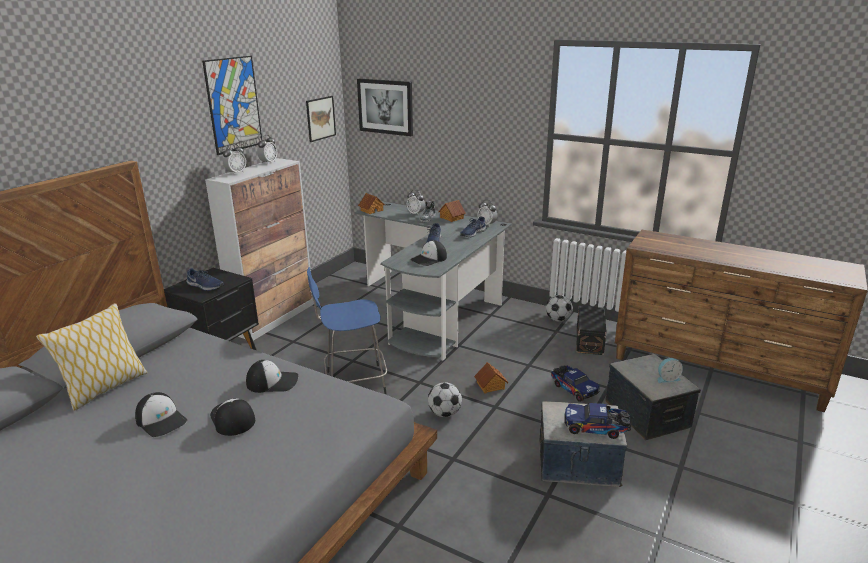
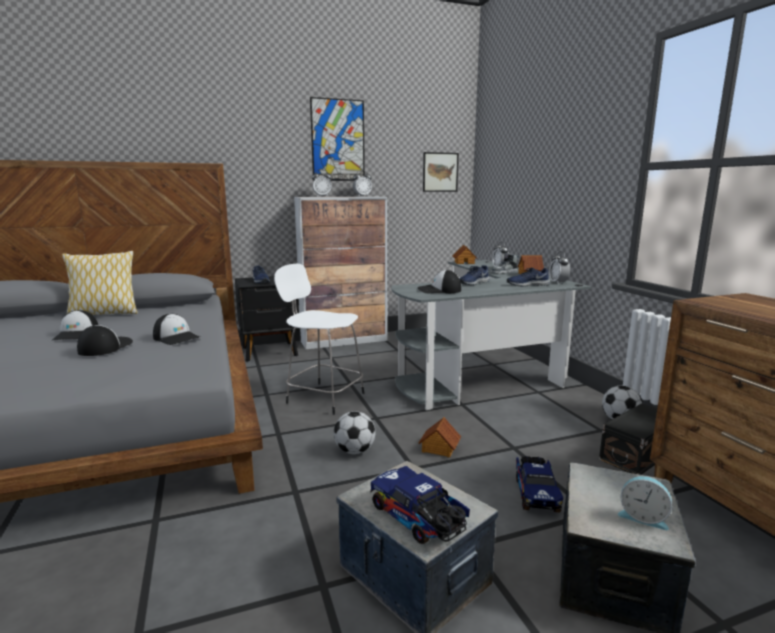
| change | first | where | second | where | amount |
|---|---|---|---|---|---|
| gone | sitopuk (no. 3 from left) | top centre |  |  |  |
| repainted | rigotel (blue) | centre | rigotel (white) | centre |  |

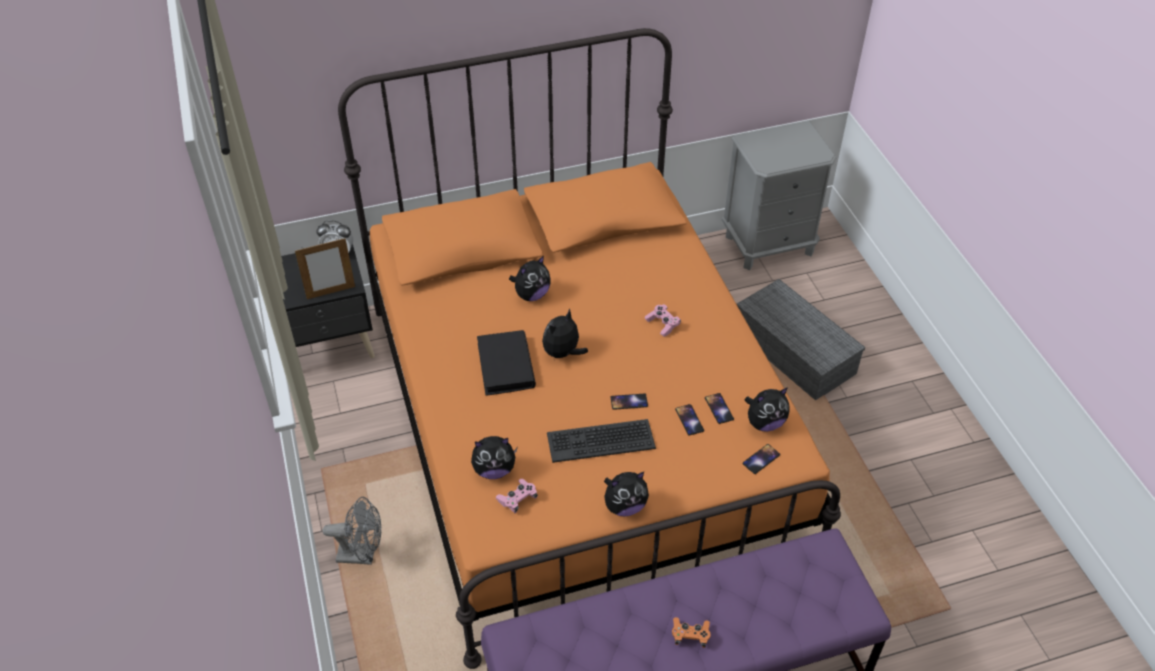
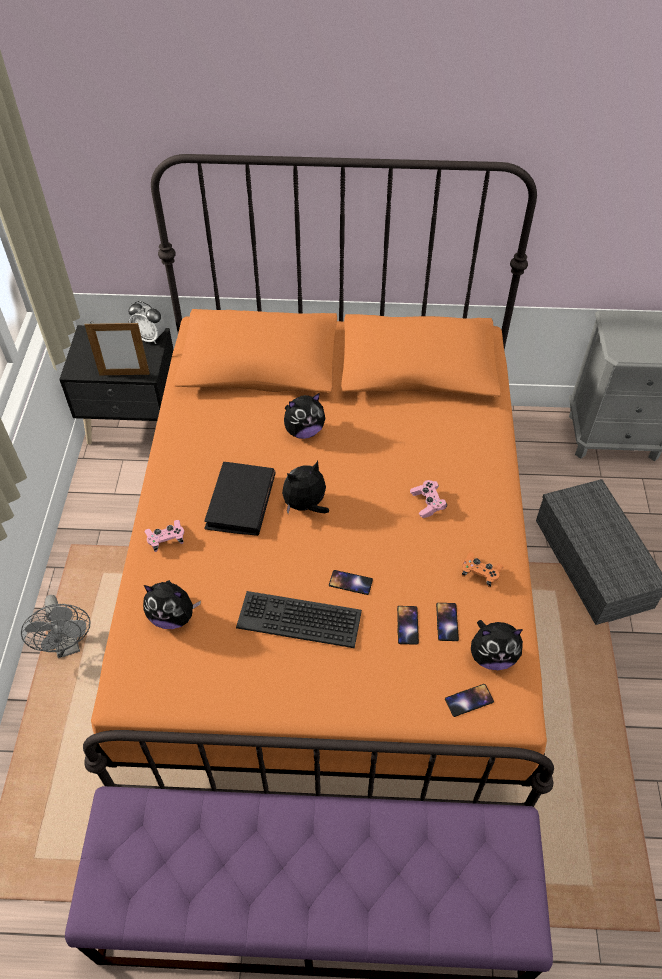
| change | first | where | second | where | amount |
|---|---|---|---|---|---|
| gone | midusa (no. 4 from left) | bottom centre |  |  |  |
| shifted | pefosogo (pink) (no. 1 from left) | bottom centre |  | middle left |  |
| shifted | pefosogo (orange) | bottom centre |  | middle right |  |
| rotated | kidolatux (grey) | bottom left |  | middle left | 45 degrees clockwise |

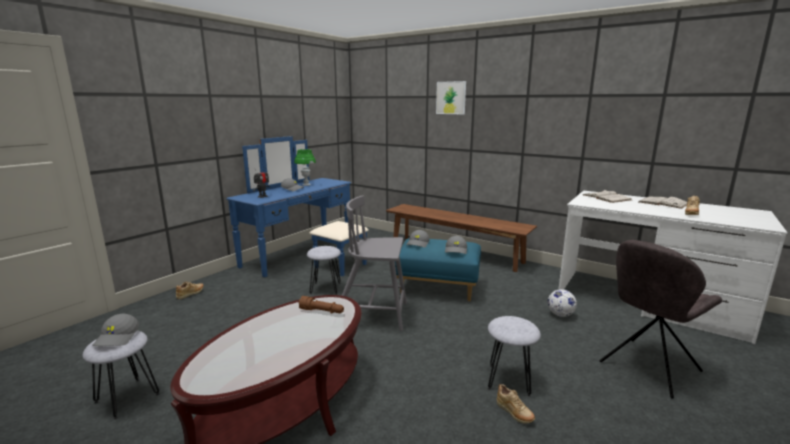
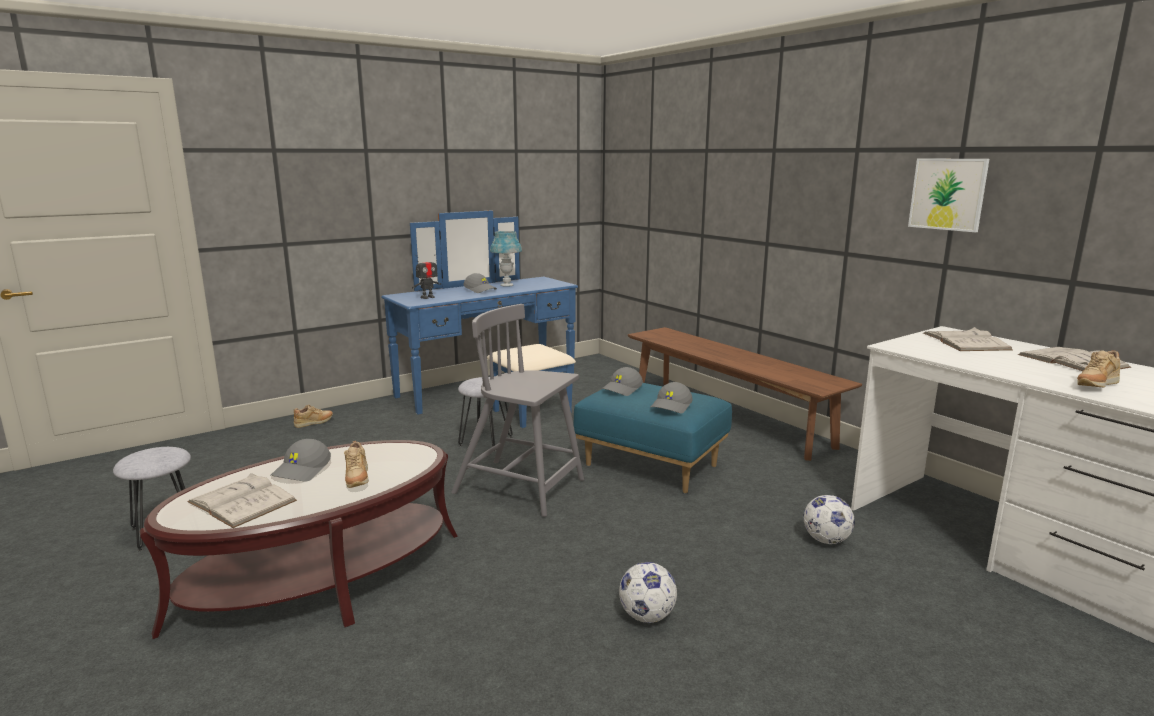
| change | first | where | second | where | amount |
|---|---|---|---|---|---|
| gone | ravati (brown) | bottom centre |  |  |  |
| gone | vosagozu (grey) (no. 2 from left) | bottom right |  |  |  |
| new |  |  | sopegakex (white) (no. 1 from left) | bottom left |  |
| shifted | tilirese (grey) (no. 1 from left) | bottom left |  | middle left |  |
| shifted | sitopuk | top centre |  | top right |  |
| shifted | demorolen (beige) (no. 2 from left) | bottom centre |  | middle left |  |
| swapped | rigotel (grey) (no. 3 from left) | bottom centre | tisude (no. 1 from left) | bottom centre |  |
| repainted | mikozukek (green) | centre | mikozukek (blue) | centre |  |

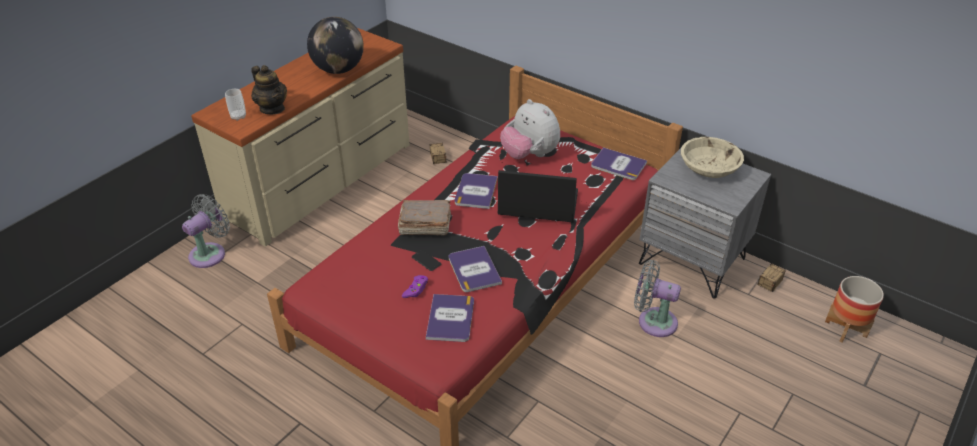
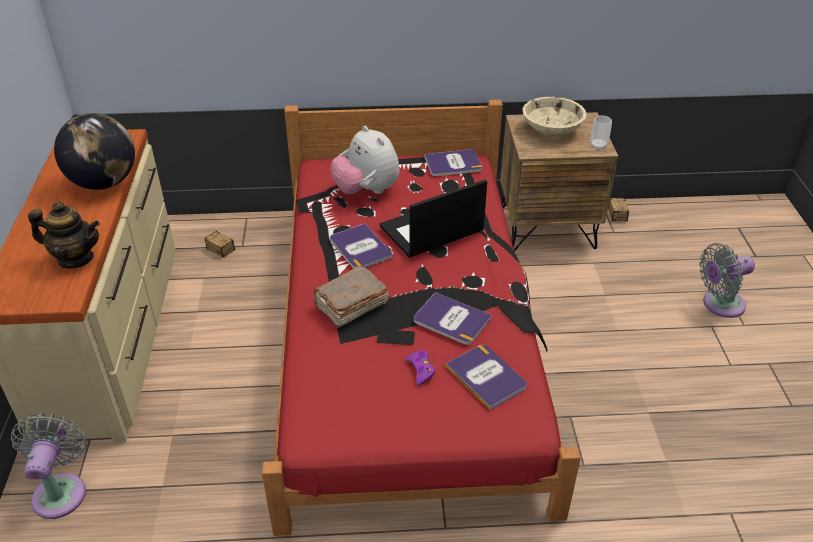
| change | first | where | second | where | amount |
|---|---|---|---|---|---|
| gone | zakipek | bottom right |  |  |  |
| shifted | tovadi | top left |  | top right |  |
| shifted | kidolatux (grey) (no. 2 from left) | bottom right |  | middle right |  |
| repainted | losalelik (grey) | middle right | losalelik (brown) | middle right |  |
| rotated | midusa | top centre |  | top centre | 45 degrees clockwise |

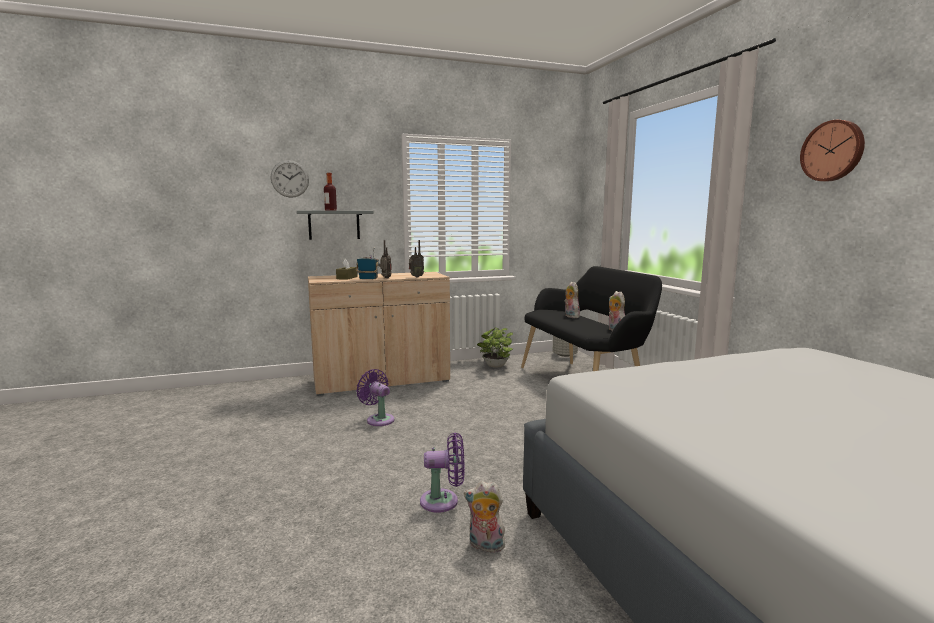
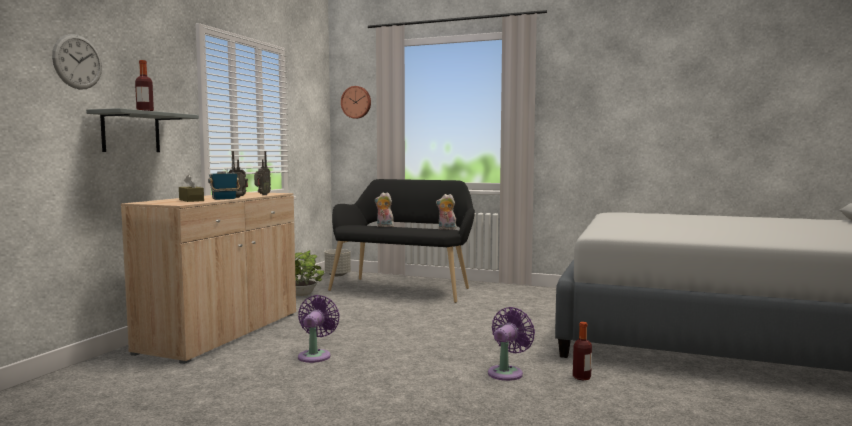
| change | first | where | second | where | amount |
|---|---|---|---|---|---|
| shifted | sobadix (no. 2 from left) | top right |  | top centre |  |
| swapped | midusa (no. 1 from left) | bottom centre | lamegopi (no. 2 from left) | bottom right |  |
| rotated | kidolatux (purple) (no. 1 from left) | centre |  | bottom centre | 105 degrees clockwise |

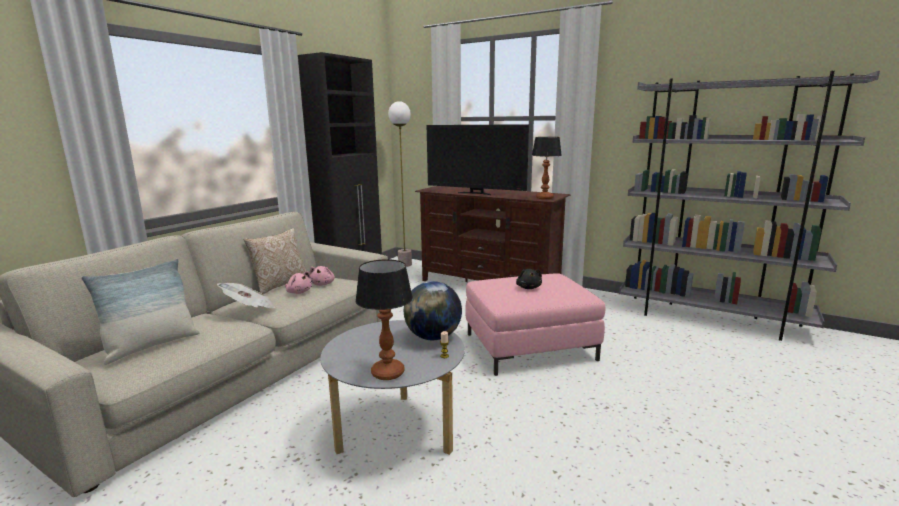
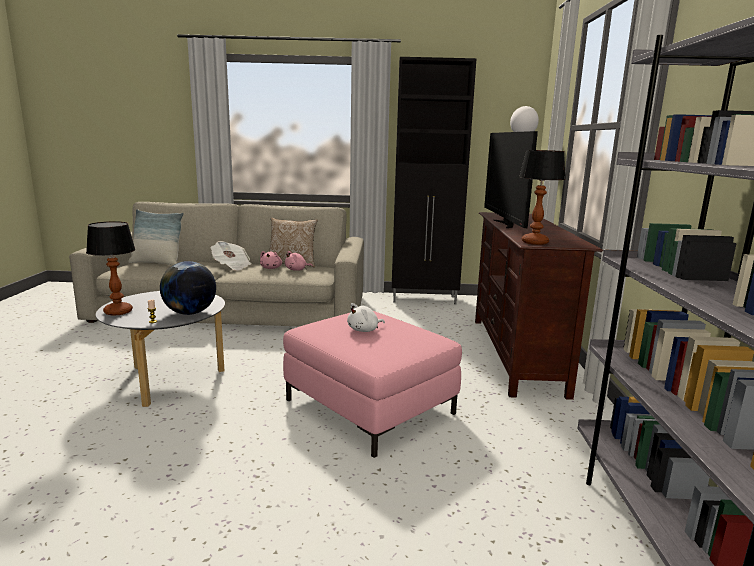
| change | first | where | second | where | amount |
|---|---|---|---|---|---|
| repainted | midusa (black) | centre | midusa (white) | centre |  |

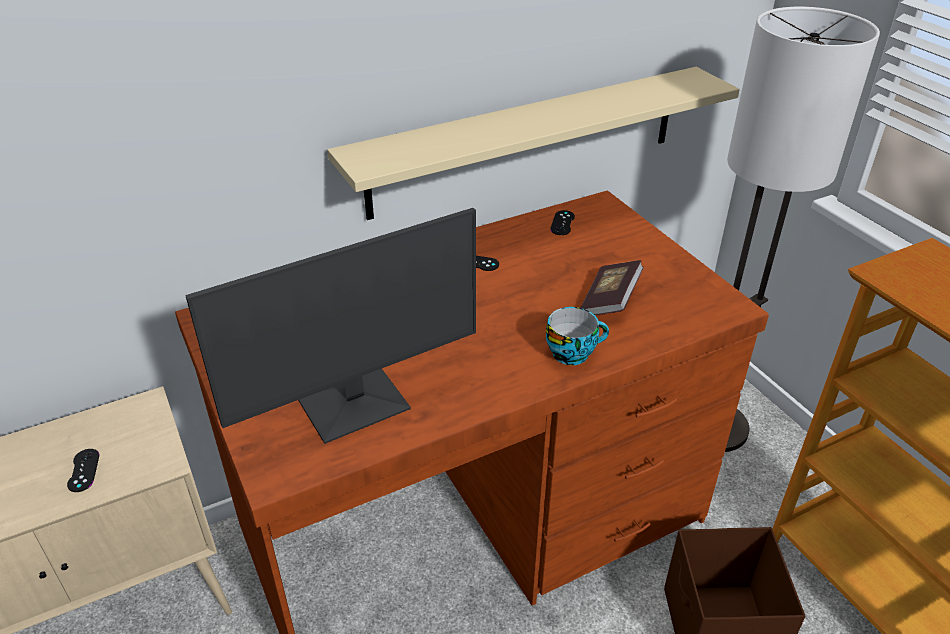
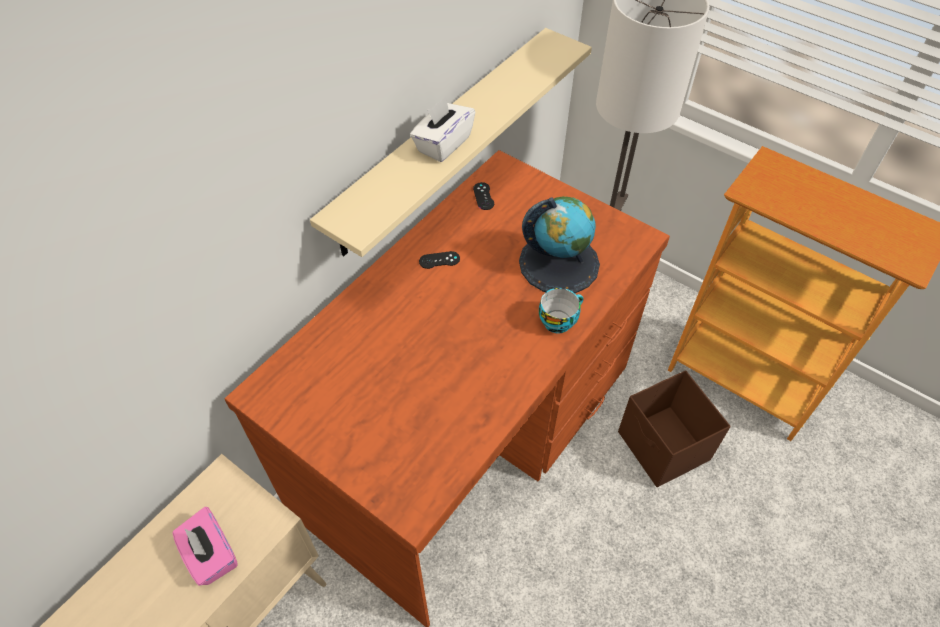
| change | first | where | second | where | amount |
|---|---|---|---|---|---|
| gone | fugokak | centre |  |  |  |
| new |  |  | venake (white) | top centre |  |
| swapped | pefosogo (black) (no. 1 from left) | bottom left | venake (pink) | bottom left |  |
| swapped | sopegakex | centre | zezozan | centre |  |

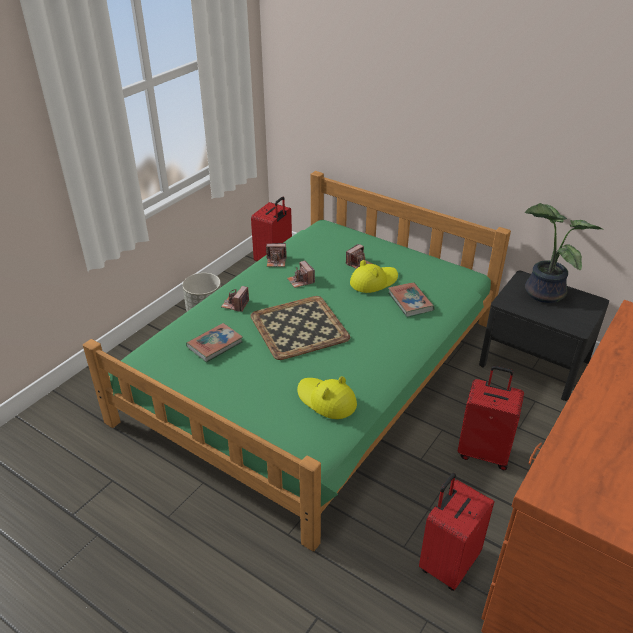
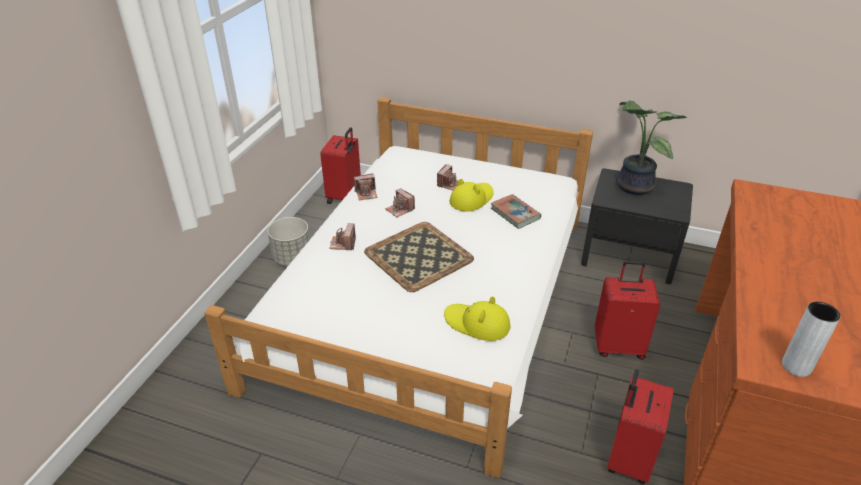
| change | first | where | second | where | amount |
|---|---|---|---|---|---|
| gone | sopegakex (no. 1 from left) | centre |  |  |  |
| new |  |  | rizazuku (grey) | bottom right |  |
| repainted | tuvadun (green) | centre | tuvadun (white) | centre |  |

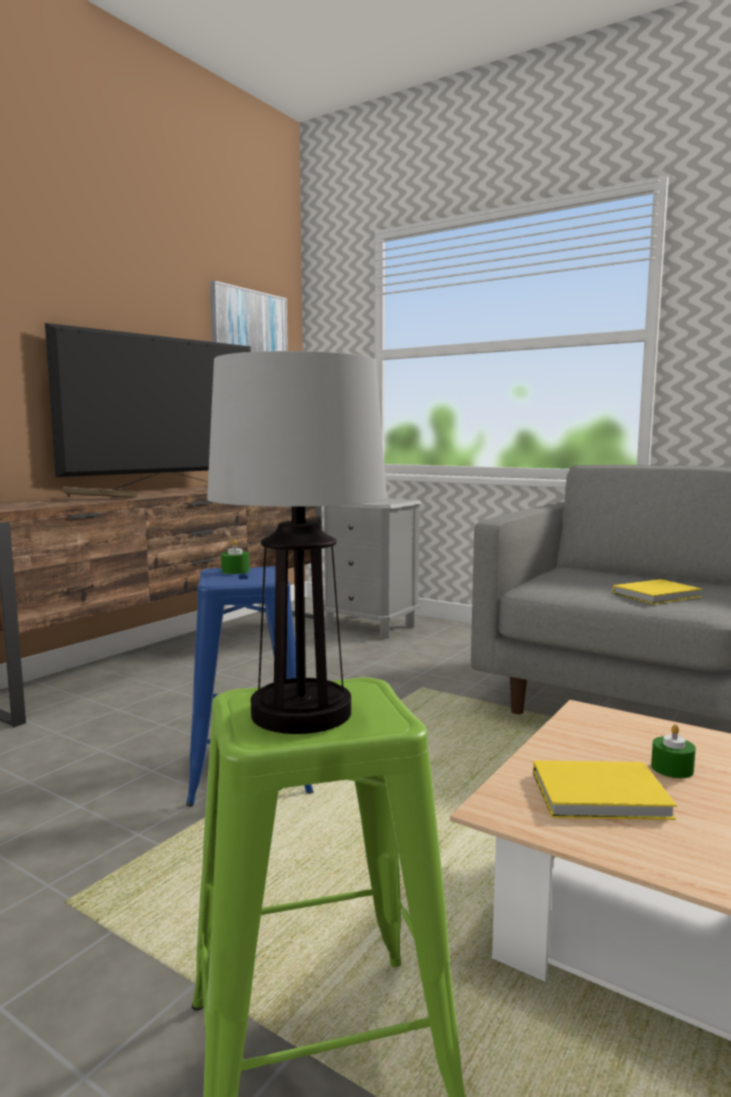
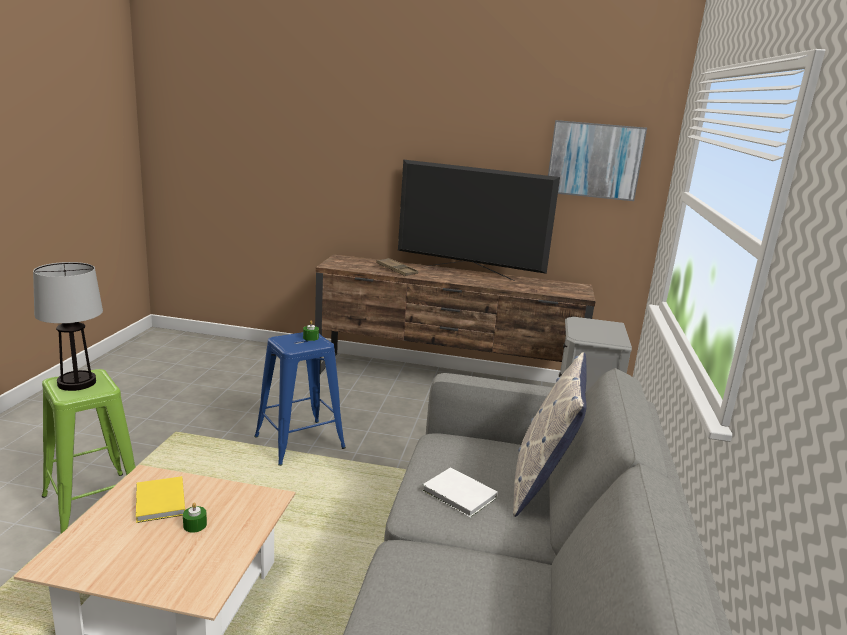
| change | first | where | second | where | amount |
|---|---|---|---|---|---|
| new |  |  | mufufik | bottom centre |  |
| repainted | sopegakex (yellow) (no. 2 from left) | middle right | sopegakex (white) | bottom centre |  |

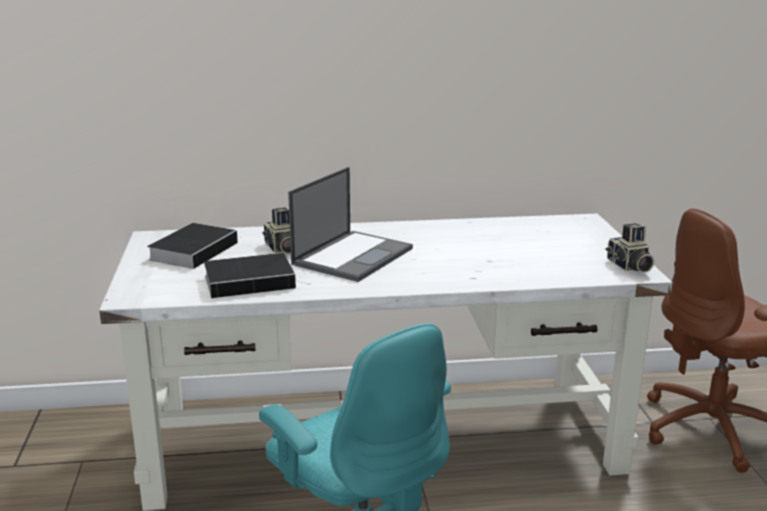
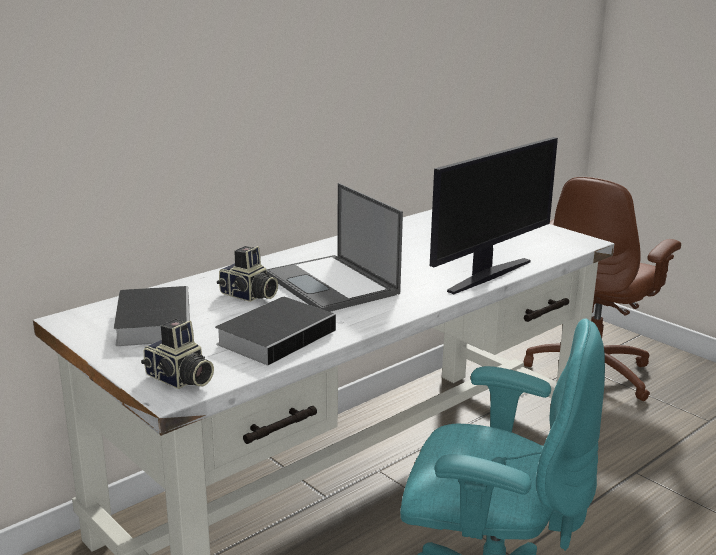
| change | first | where | second | where | amount |
|---|---|---|---|---|---|
| new |  |  | fugokak | middle right |  |
| shifted | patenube (no. 2 from left in the first image) | middle right | patenube (no. 1 from left) | middle left |  |
| rotated | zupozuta | centre |  | centre | 150 degrees clockwise |

